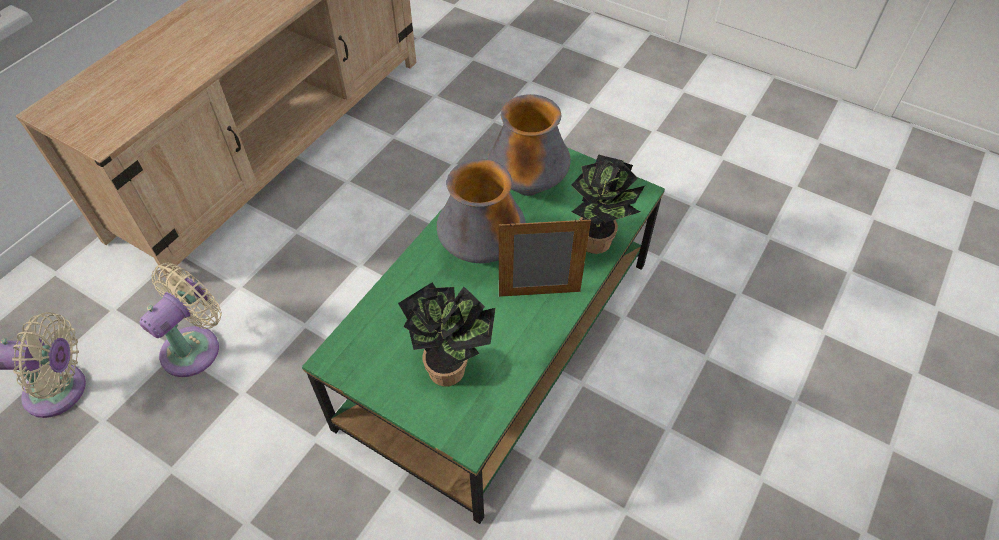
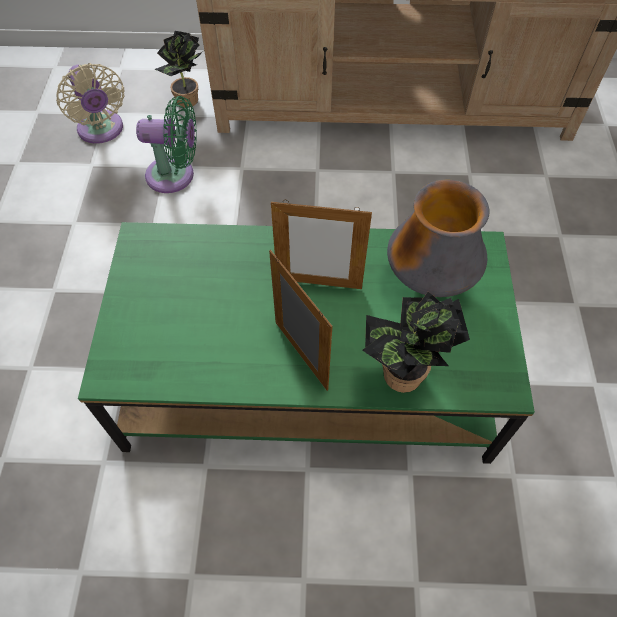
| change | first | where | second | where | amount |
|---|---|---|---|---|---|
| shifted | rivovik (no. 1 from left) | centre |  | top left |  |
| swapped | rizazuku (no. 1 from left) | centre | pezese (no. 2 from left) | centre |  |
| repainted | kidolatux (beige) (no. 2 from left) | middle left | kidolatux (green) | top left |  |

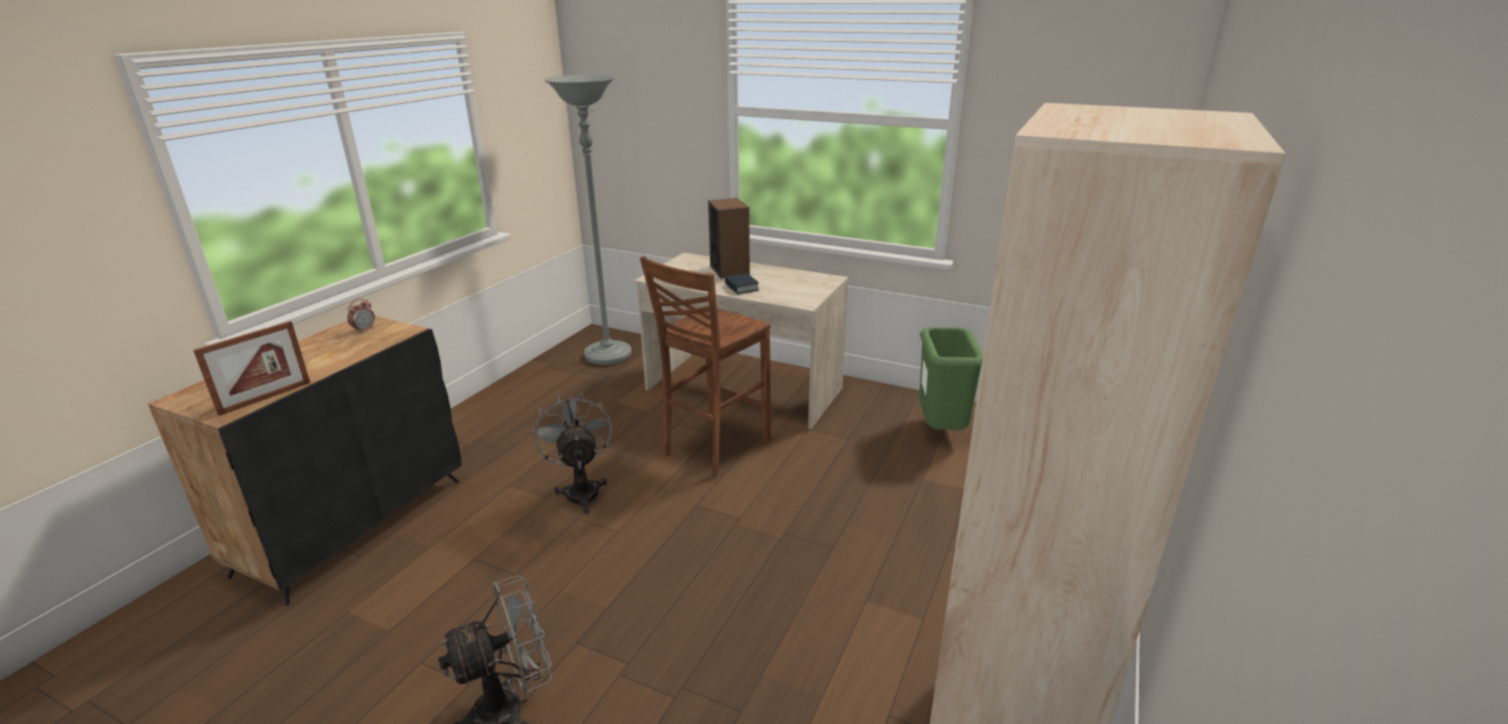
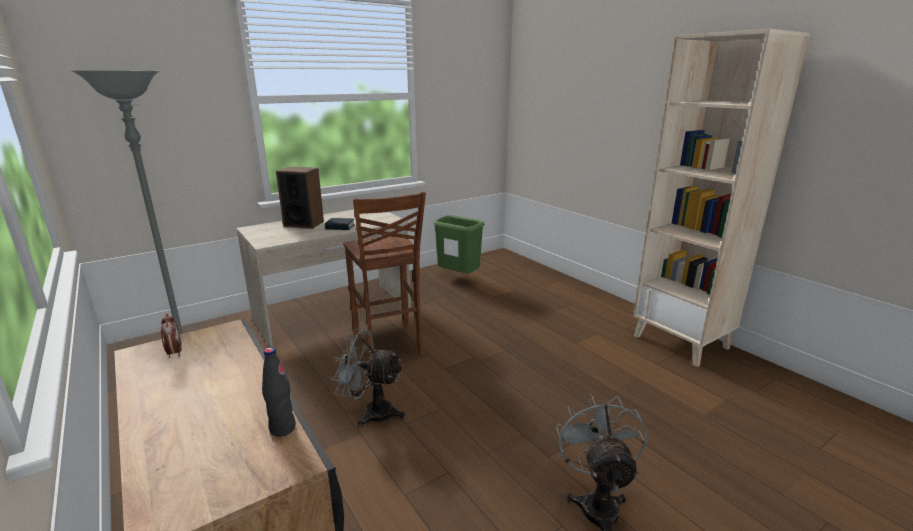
| change | first | where | second | where | amount |
|---|---|---|---|---|---|
| swapped | pezese | middle left | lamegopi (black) | bottom left |  |

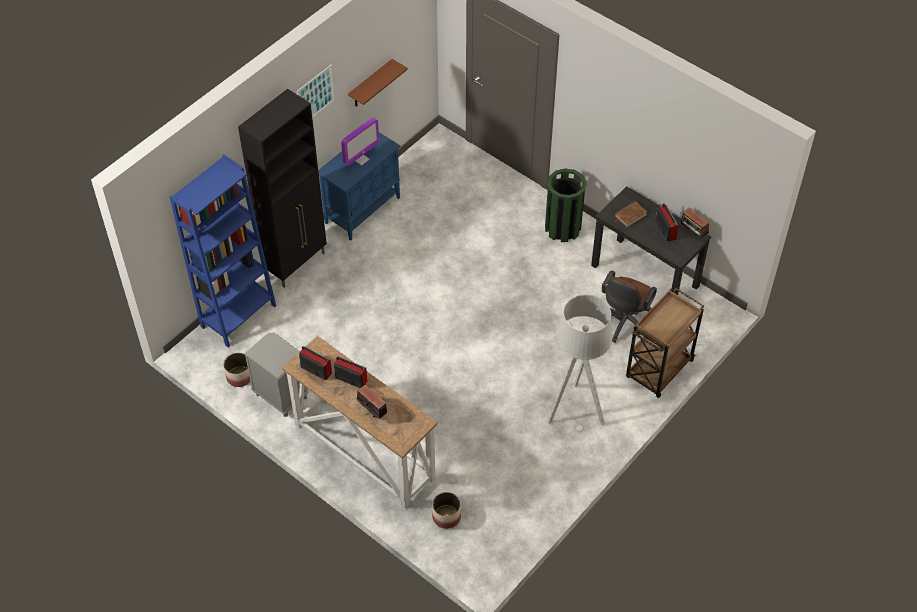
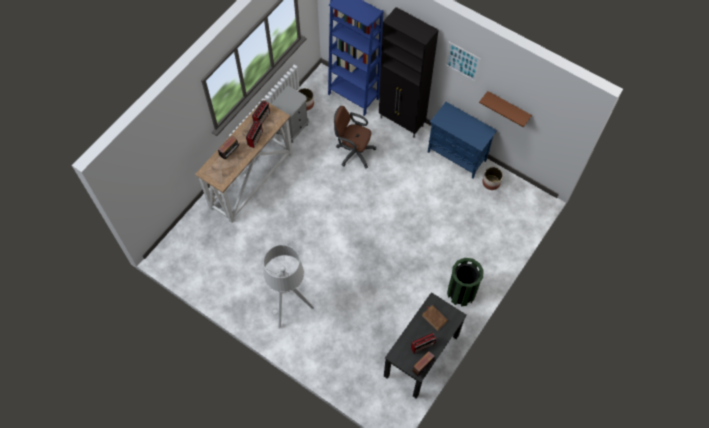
| change | first | where | second | where | amount |
|---|---|---|---|---|---|
| gone | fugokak | top centre |  |  |  |
| gone | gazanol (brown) | middle right |  |  |  |
| shifted | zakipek (no. 2 from left) | bottom centre |  | middle right |  |
| shifted | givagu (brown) | middle right |  | top centre |  |

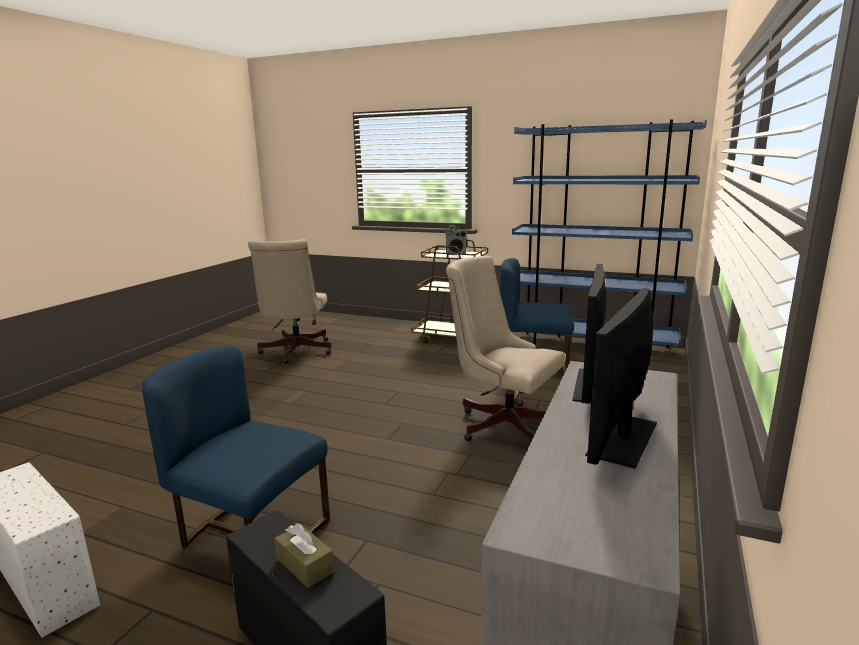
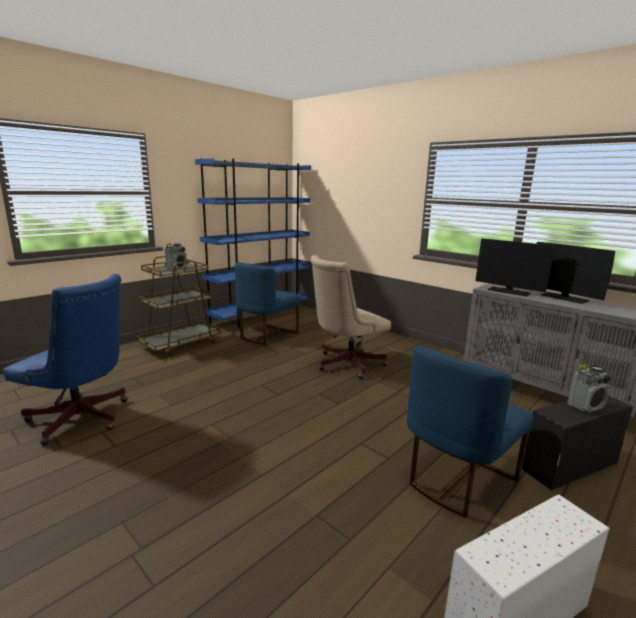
| change | first | where | second | where | amount |
|---|---|---|---|---|---|
| swapped | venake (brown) | bottom centre | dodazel (no. 2 from left) | middle right |  |
| repainted | givagu (beige) (no. 1 from left) | centre | givagu (blue) | middle left |  |

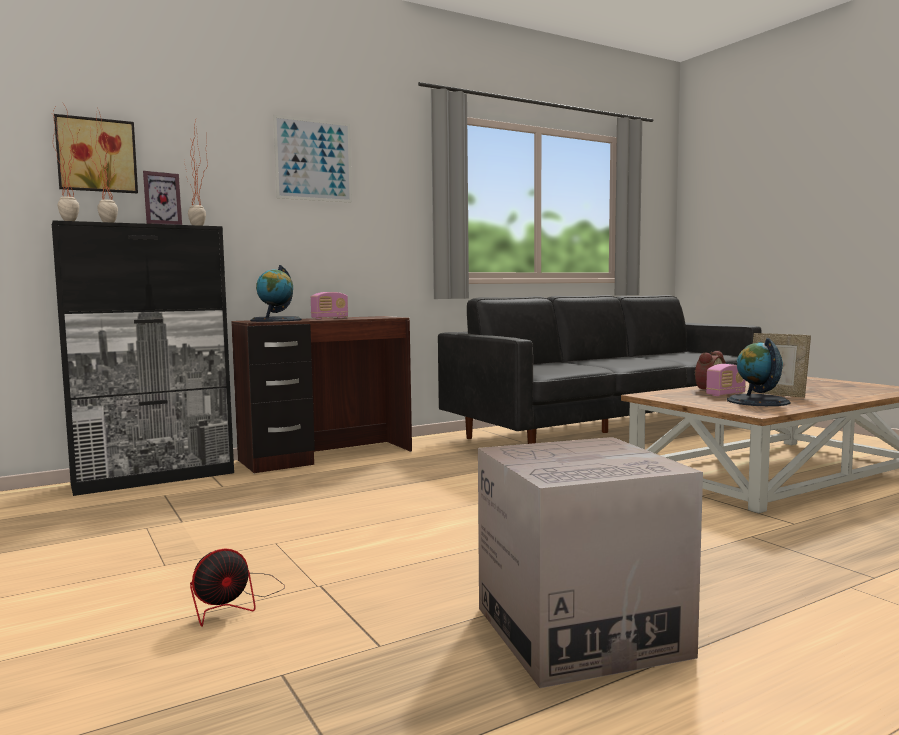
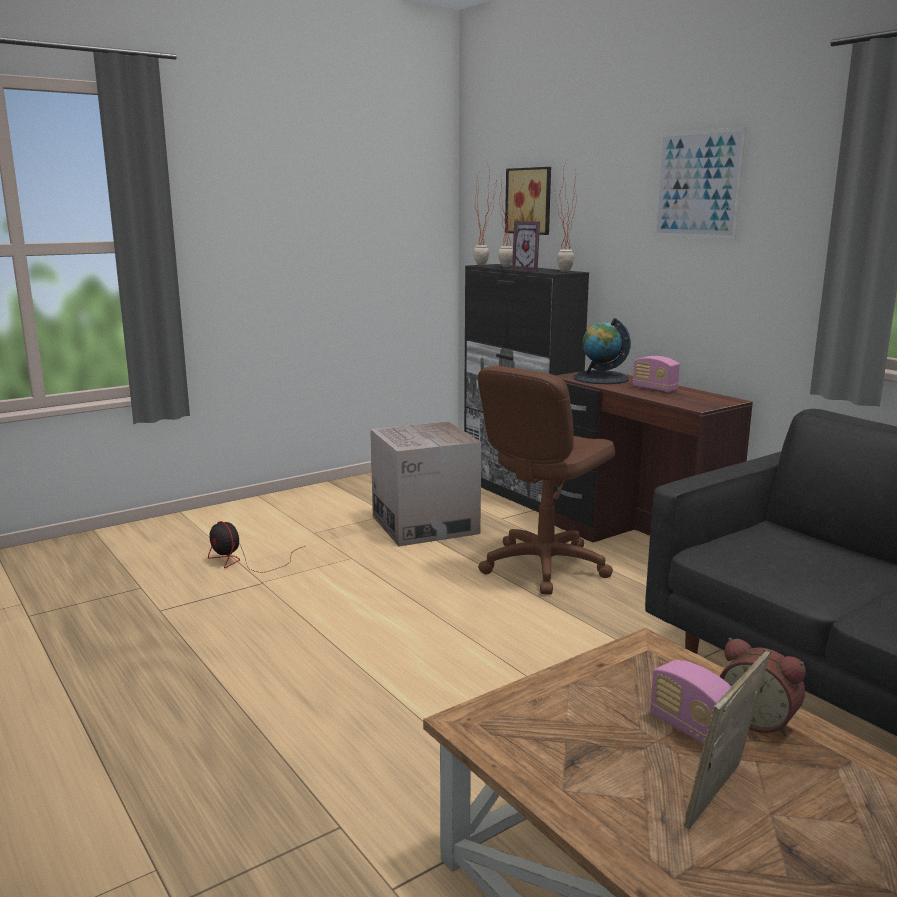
| change | first | where | second | where | amount |
|---|---|---|---|---|---|
| gone | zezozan (no. 2 from left) | middle right |  |  |  |
| new |  |  | givagu (brown) | centre |  |
| shifted | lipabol | bottom centre |  | centre |  |

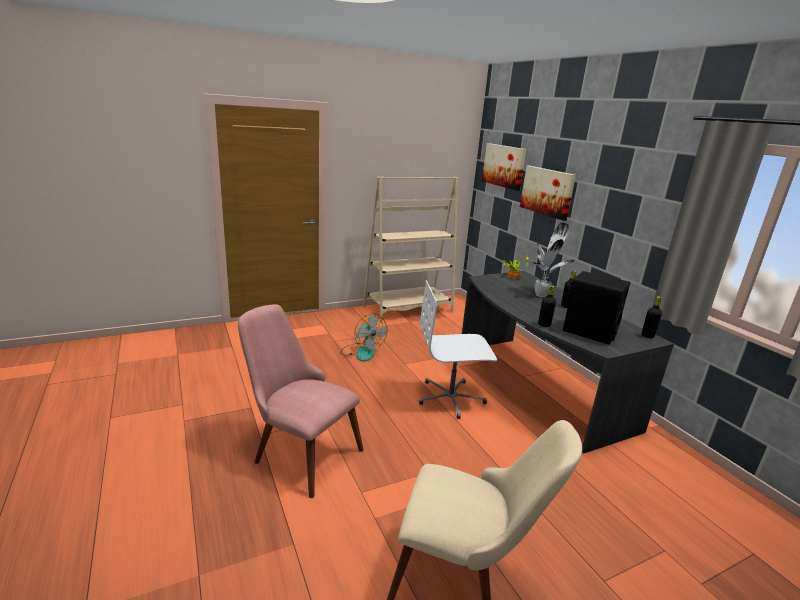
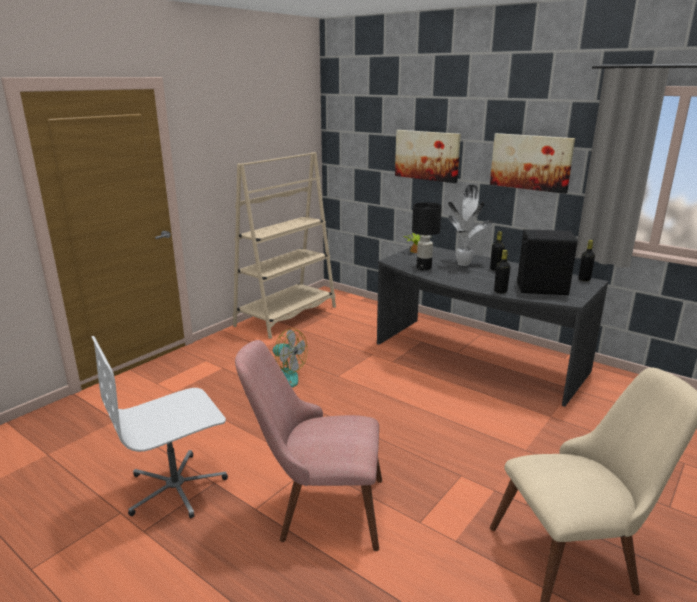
| change | first | where | second | where | amount |
|---|---|---|---|---|---|
| new |  |  | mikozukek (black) | centre |  |
| shifted | givagu (white) | centre |  | bottom left |  |
| shifted | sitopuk (no. 1 from left in the first image) | top centre | sitopuk (no. 2 from left) | top right |  |

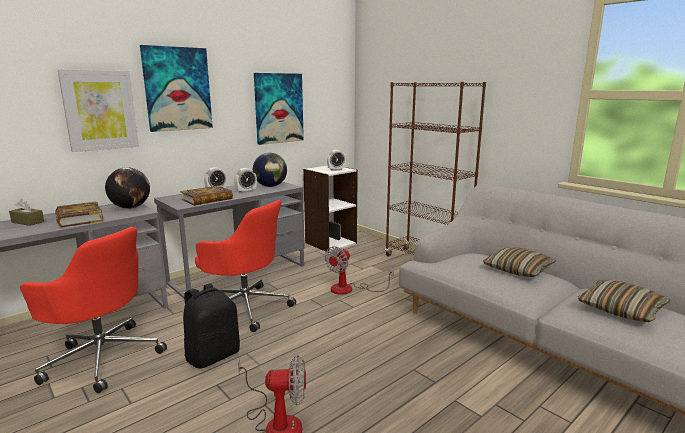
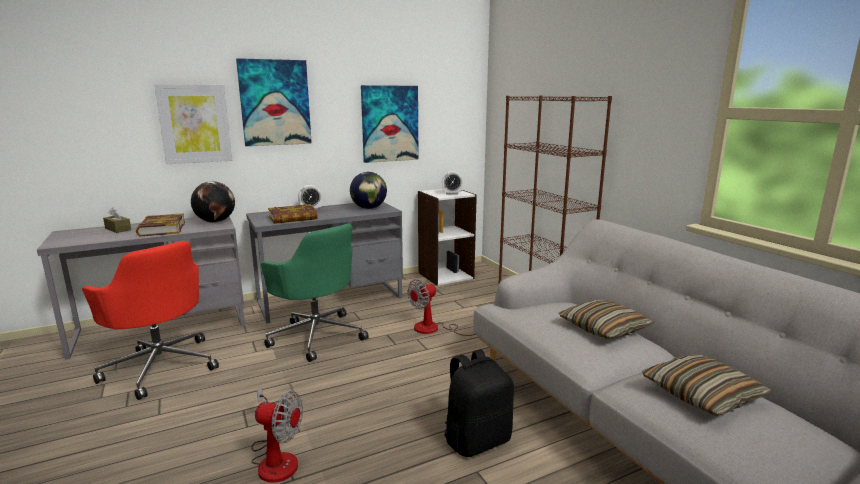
| change | first | where | second | where | amount |
|---|---|---|---|---|---|
| gone | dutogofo (no. 2 from left) | centre |  |  |  |
| shifted | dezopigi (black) | bottom left |  | bottom centre |  |
| repainted | givagu (red) (no. 2 from left) | centre | givagu (green) | centre |  |

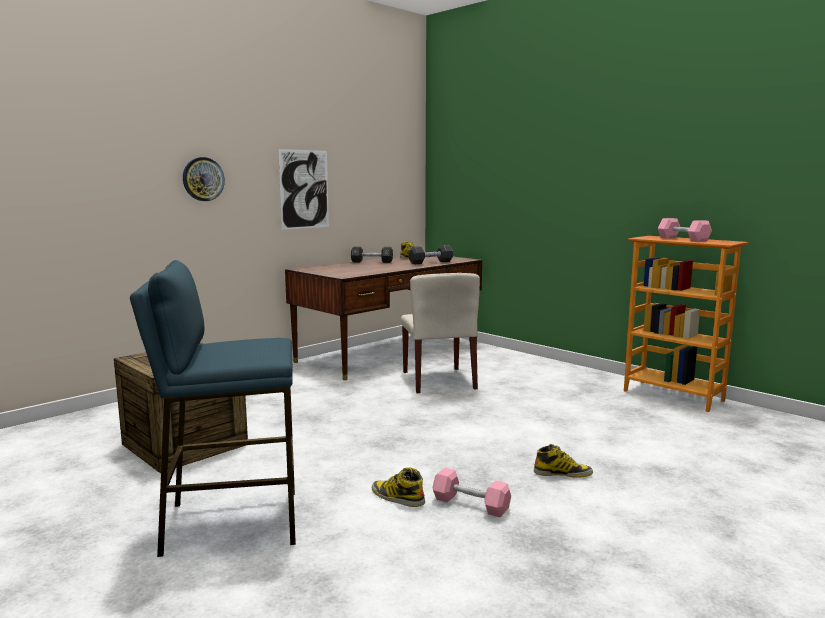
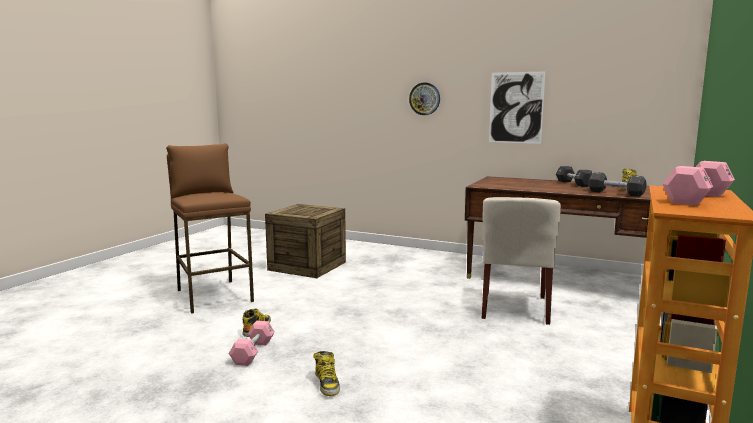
| change | first | where | second | where | amount |
|---|---|---|---|---|---|
| repainted | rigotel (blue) | middle left | rigotel (brown) | middle left |  |
| rotated | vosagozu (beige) | centre |  | middle right | 45 degrees counterclockwise |

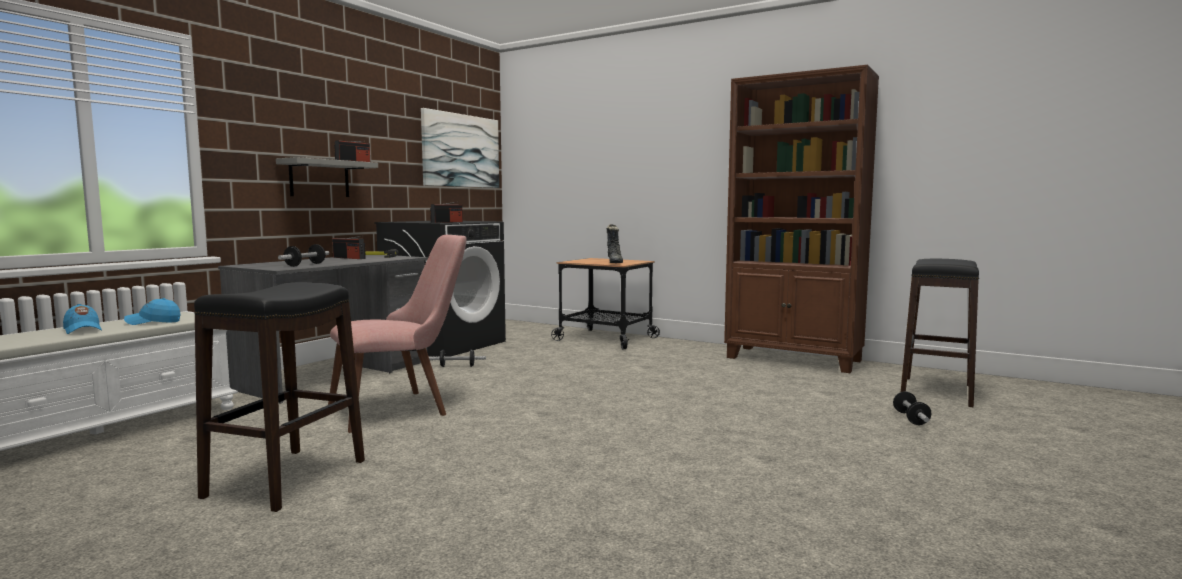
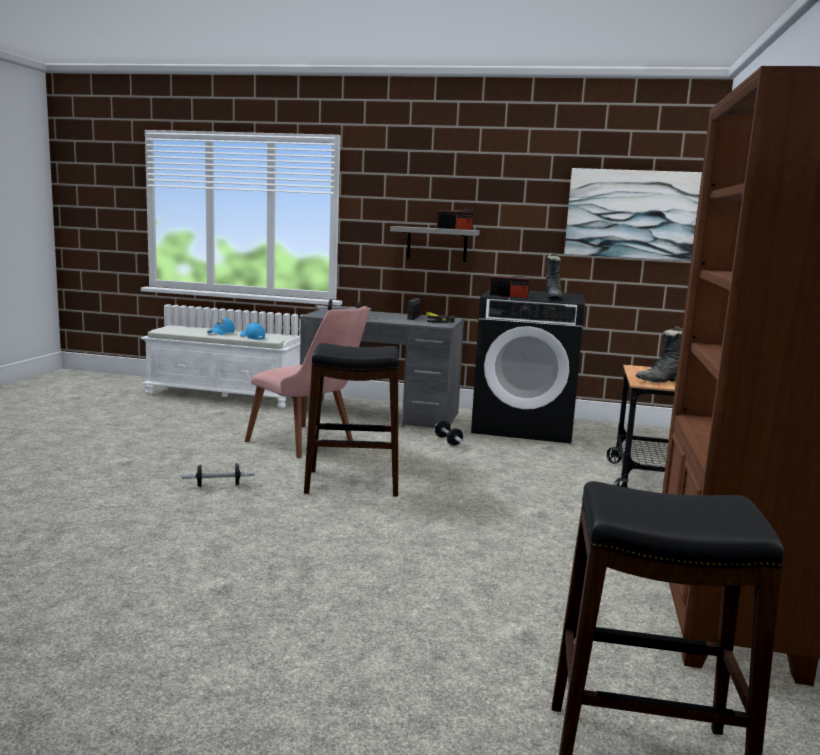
| change | first | where | second | where | amount |
|---|---|---|---|---|---|
| new |  |  | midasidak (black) (no. 1 from left) | middle right |  |
| shifted | rigotel (black) (no. 1 from left) | bottom left |  | centre |  |
| shifted | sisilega (no. 3 from left in the first image) | bottom right | sisilega (no. 1 from left) | middle left |  |

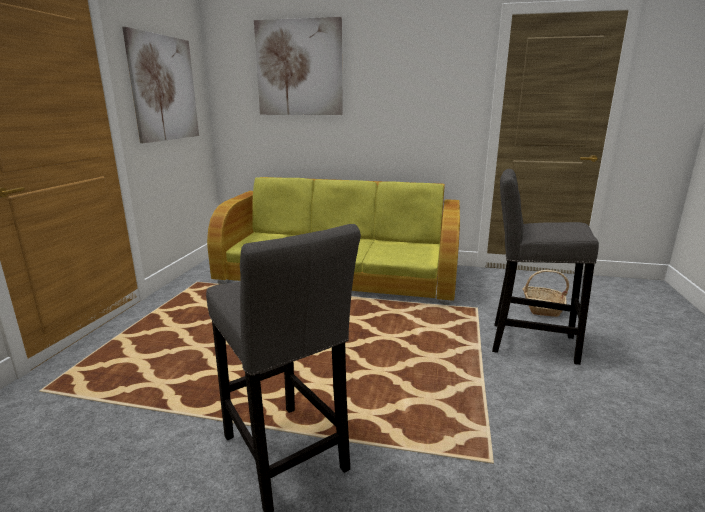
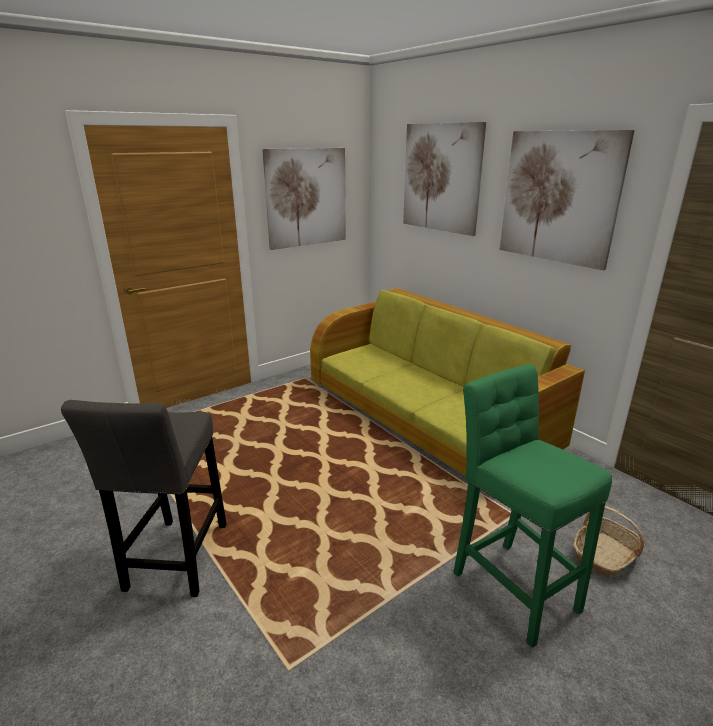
| change | first | where | second | where | amount |
|---|---|---|---|---|---|
| new |  |  | sitopuk (no. 3 from left) | top right |  |
| repainted | rigotel (grey) (no. 2 from left) | middle right | rigotel (green) | bottom right |  |

